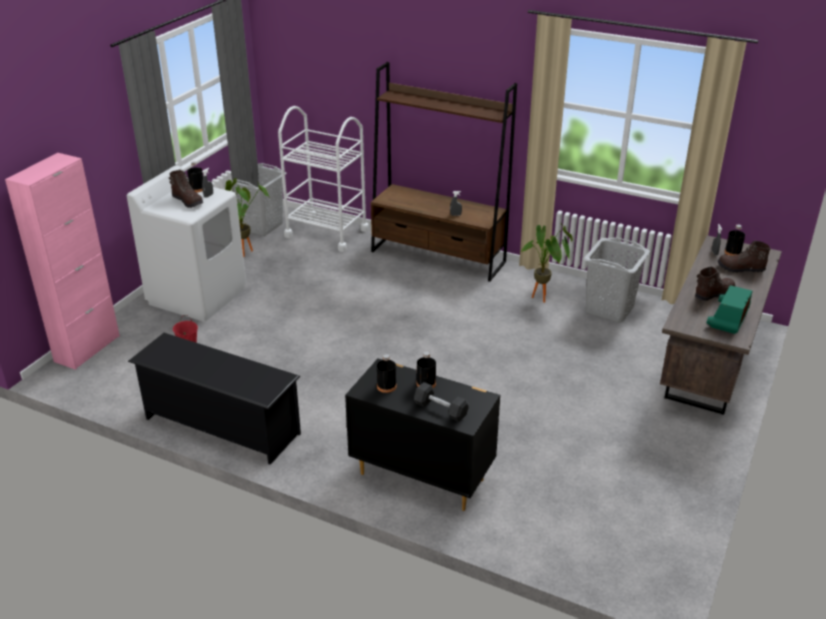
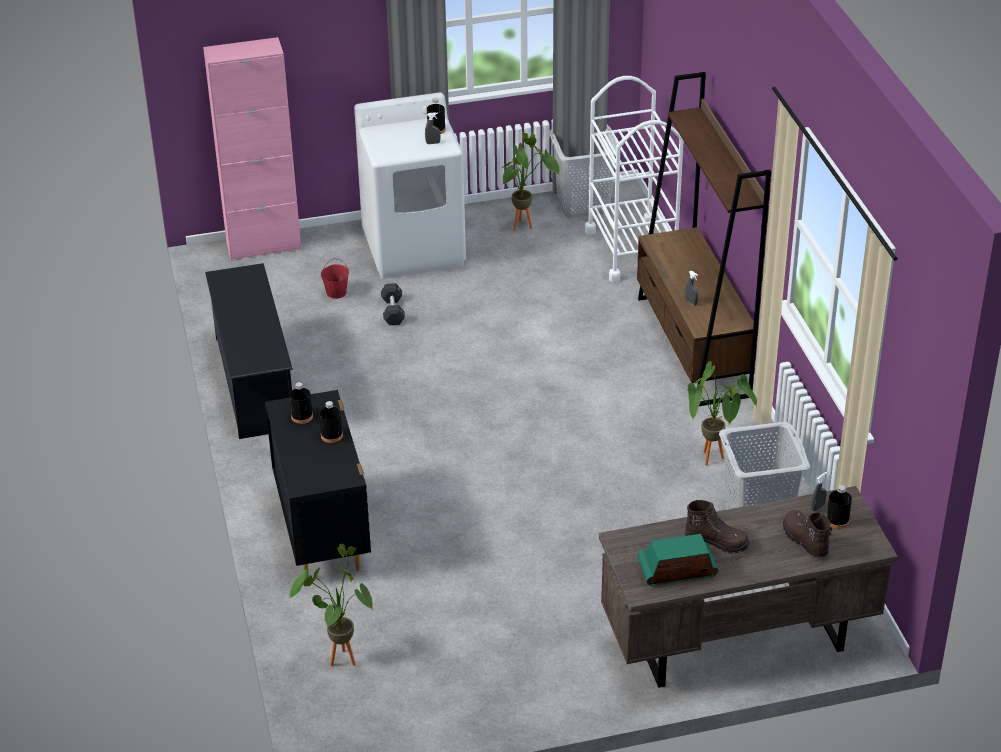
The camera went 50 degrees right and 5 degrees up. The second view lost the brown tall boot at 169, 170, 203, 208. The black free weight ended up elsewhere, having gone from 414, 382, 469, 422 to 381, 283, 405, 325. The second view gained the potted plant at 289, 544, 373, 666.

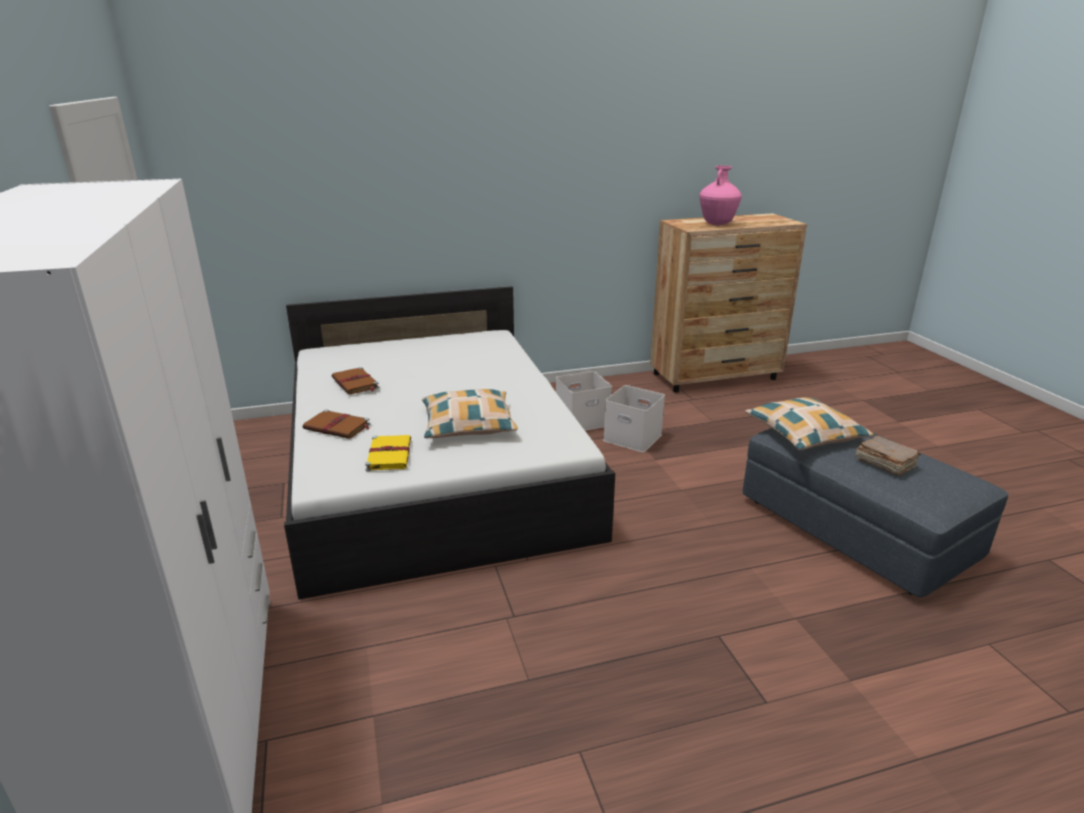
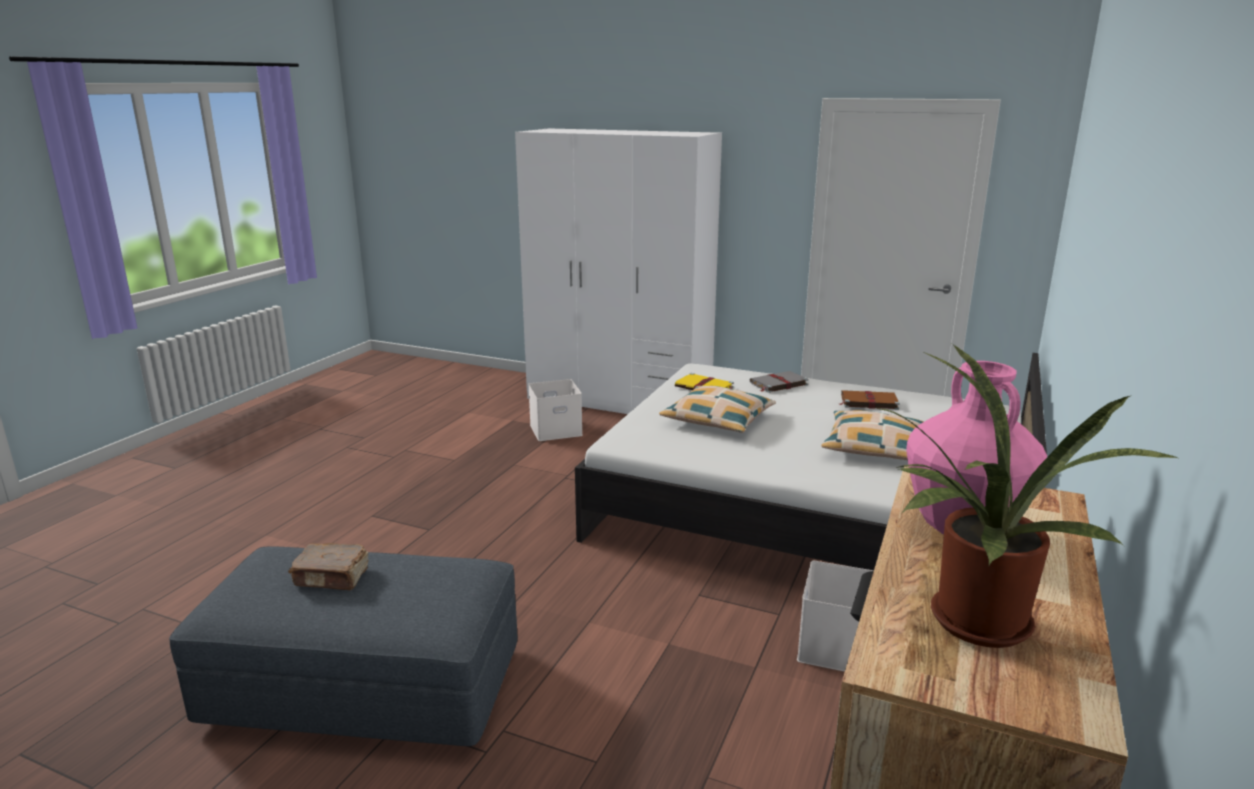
The camera went 130 degrees right and 5 degrees down. The whitish storage container ended up elsewhere, having gone from 603, 385, 665, 452 to 528, 379, 583, 441. The cushion ended up elsewhere, having gone from 745, 397, 874, 450 to 821, 410, 923, 460. What was the brown book at 303, 409, 370, 439 turned into the gray book at 750, 371, 808, 393. The second view gained the potted plant at 876, 344, 1180, 648.

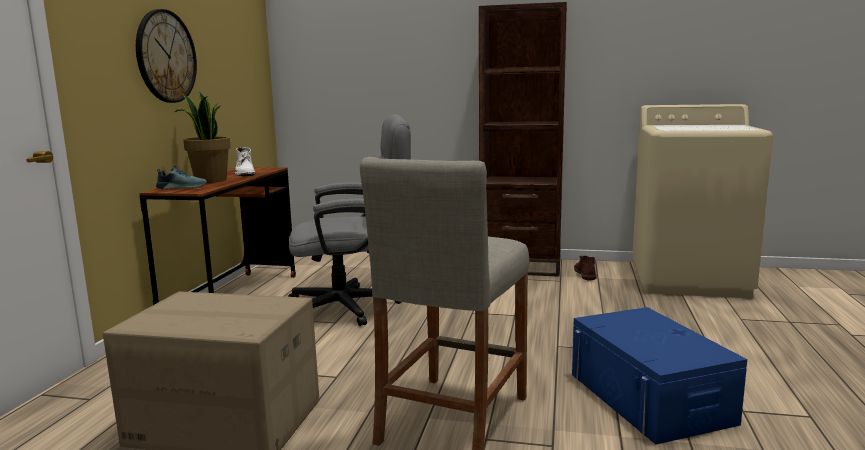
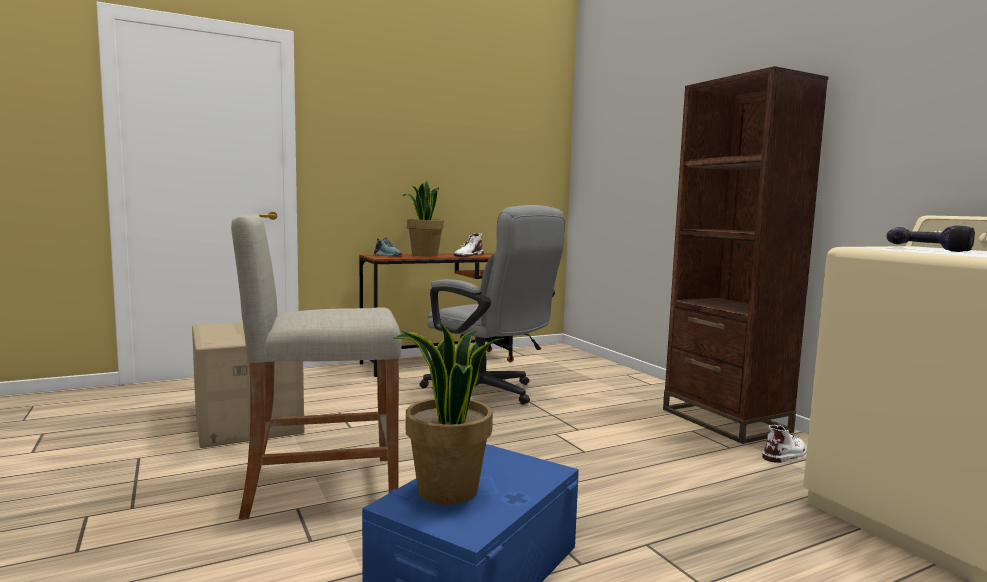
The camera went 50 degrees right and 5 degrees down. The second view lost the clock on the wall at 136, 9, 197, 103. What was the brown tall boot at 574, 255, 597, 280 turned into the whitish tall boot at 762, 425, 807, 463. The second view gained the electric drill at 886, 226, 975, 252. The second view gained the potted plant at 393, 322, 505, 505.

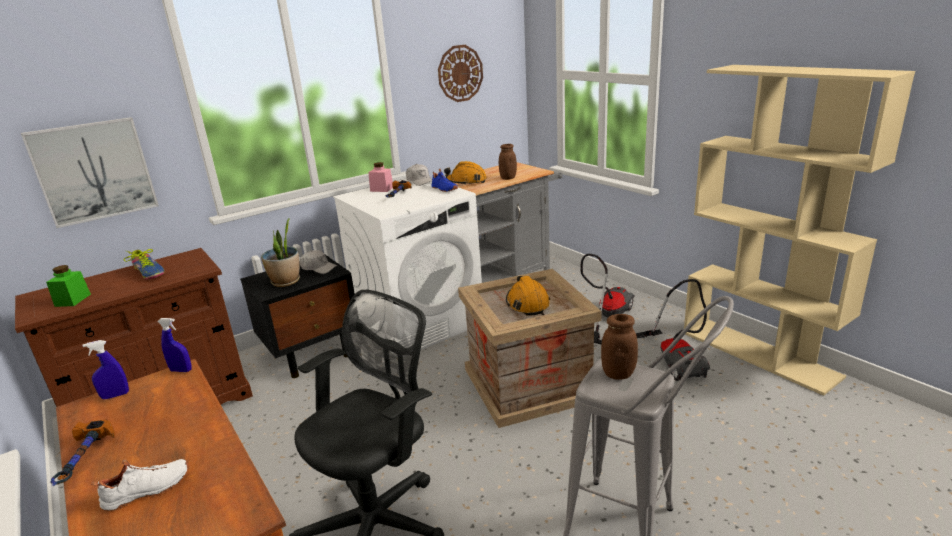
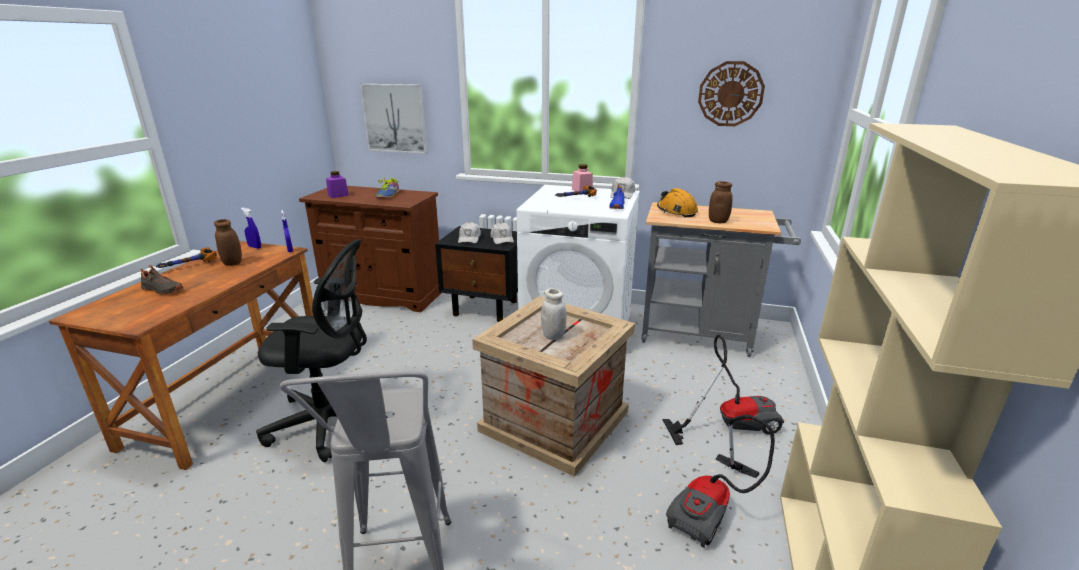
The camera went 50 degrees right and 0 degrees up. Where the potted plant stood at 261, 218, 300, 287, the whitish cap came to stand at 458, 222, 481, 243. What was the green-coloured preserve jar at 46, 265, 91, 307 turned into the purple-coloured preserve jar at 326, 171, 349, 198. Where the orangey safety helmet stood at 506, 276, 550, 316, the whitish preserve jar came to stand at 541, 288, 566, 340. The brown preserve jar ended up elsewhere, having gone from 601, 314, 638, 380 to 214, 219, 242, 266. What was the whitish shoe at 91, 459, 188, 511 turned into the black shoe at 140, 264, 183, 295.

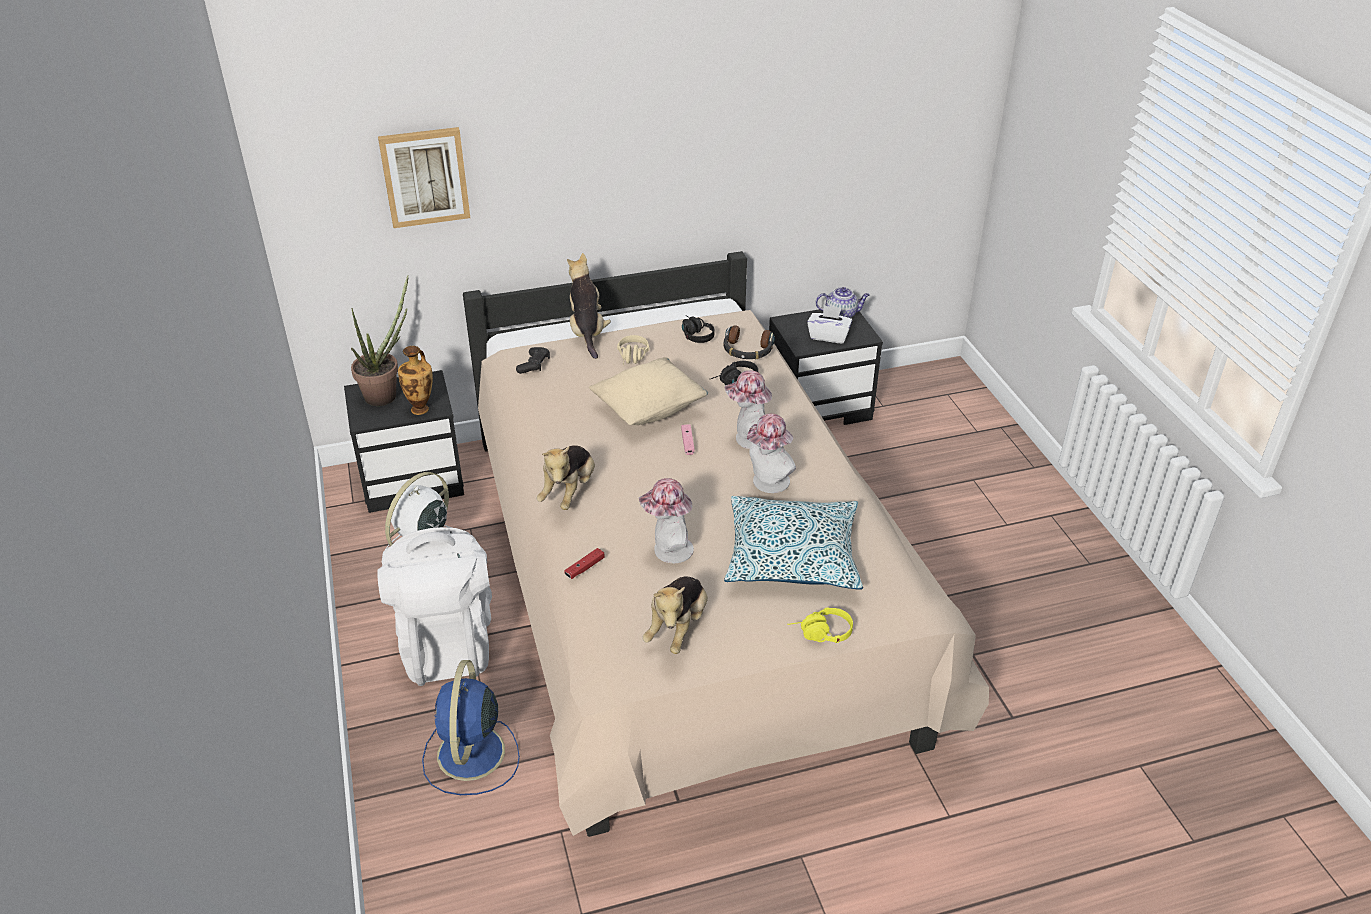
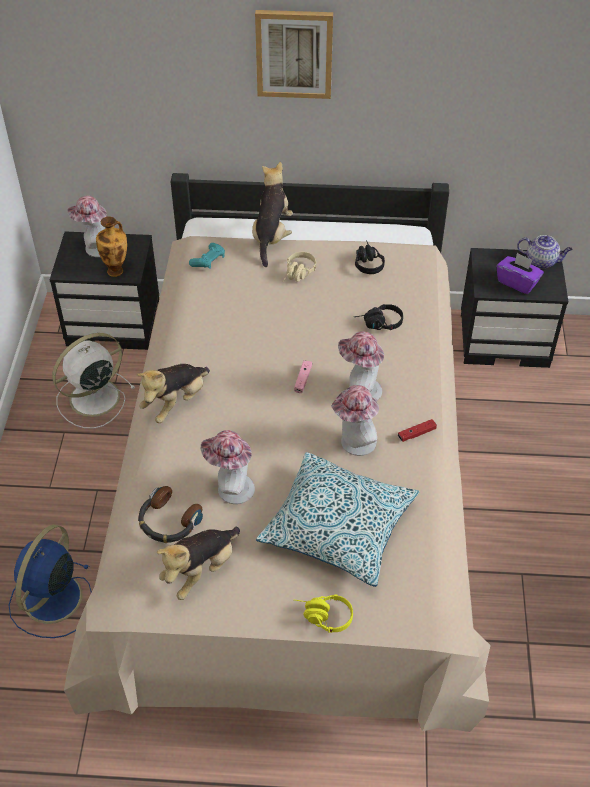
The camera went 20 degrees right and 10 degrees up. The wall picture ended up elsewhere, having gone from 378, 127, 470, 228 to 255, 10, 333, 99. Where the potted plant stood at 351, 275, 408, 406, the clothing hat came to stand at 67, 196, 107, 257. What was the whitish box of tissues at 807, 305, 852, 344 turned into the purple-coloured box of tissues at 497, 252, 544, 294. The pair of headphones ended up elsewhere, having gone from 724, 325, 775, 359 to 138, 486, 203, 543. What was the black gamepad at 516, 347, 550, 374 turned into the turquoise gamepad at 189, 243, 225, 269. The second view lost the beige cushion at 589, 357, 708, 425. The second view lost the whitish backpack at 377, 527, 492, 686. The reddish gamepad ended up elsewhere, having gone from 564, 548, 605, 579 to 398, 419, 437, 442.

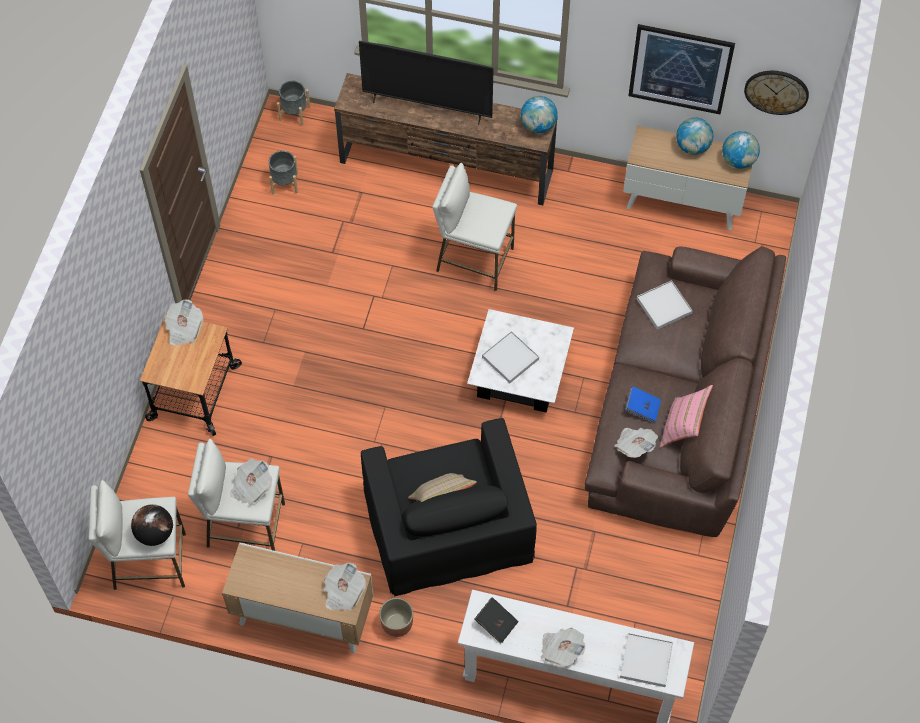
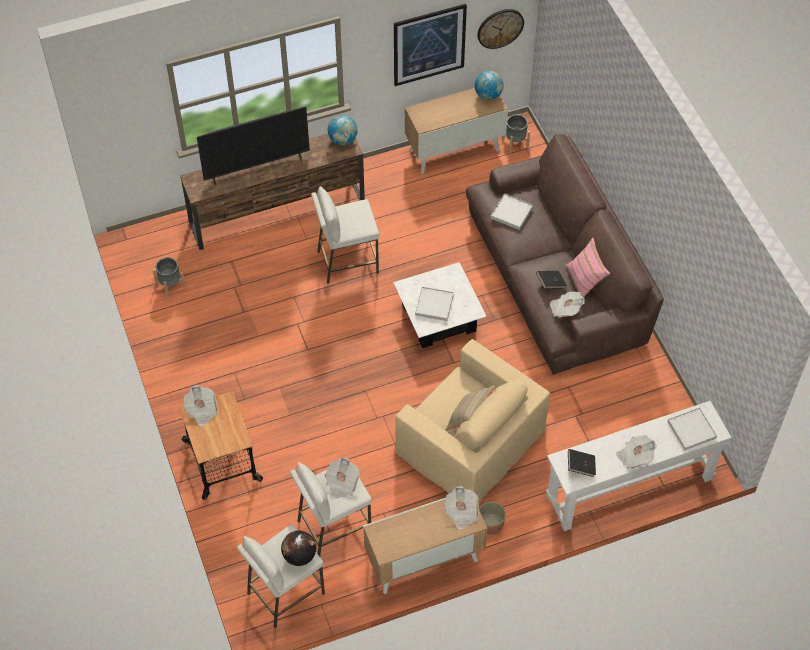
The camera went 35 degrees left and 5 degrees down. The gray flower pot ended up elsewhere, having gone from 277, 80, 310, 126 to 502, 114, 530, 152. The second view lost the globe at 676, 117, 713, 155. What was the bluish book at 625, 386, 661, 423 turned into the black book at 536, 271, 567, 289. What was the black lounge chair at 361, 418, 537, 596 turned into the beige lounge chair at 395, 339, 550, 503.

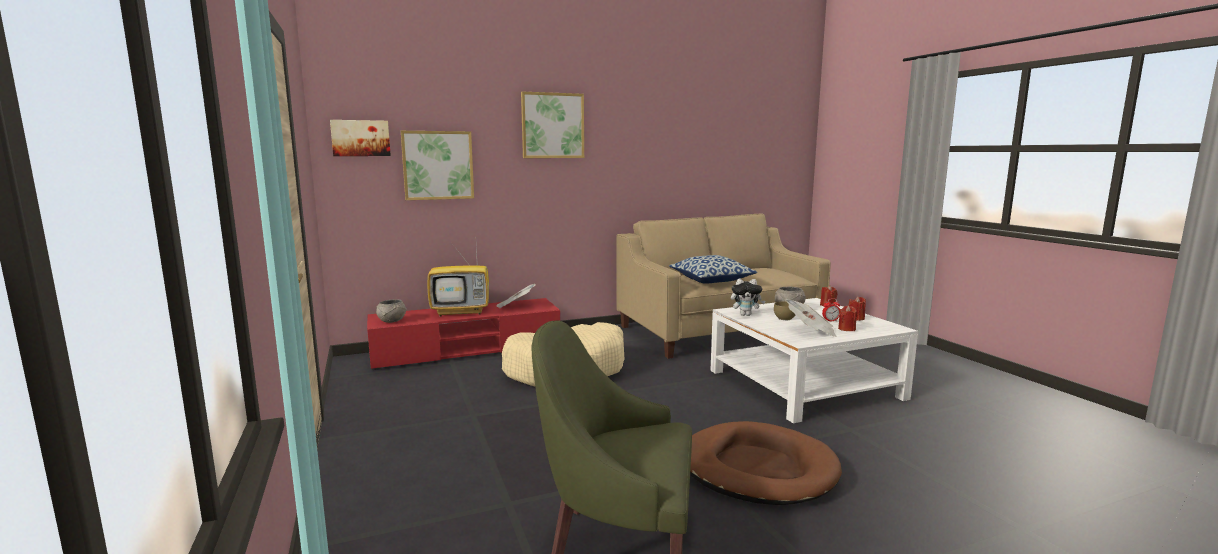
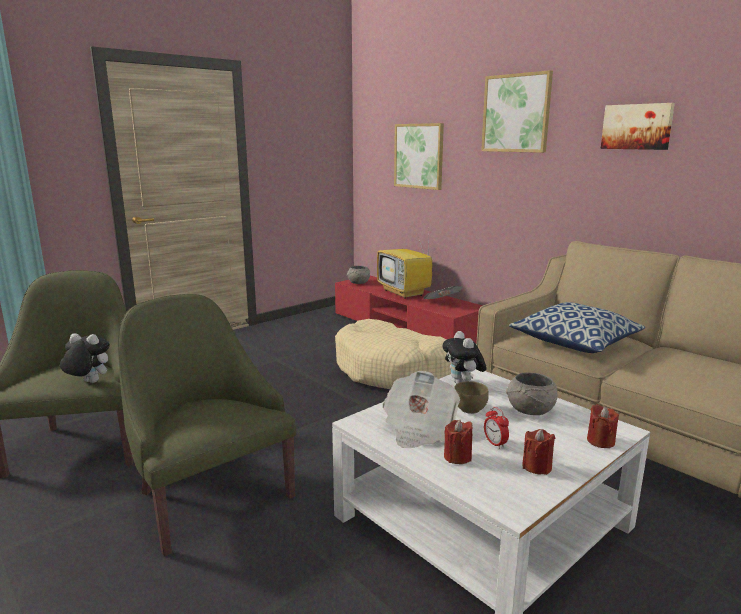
The camera went 70 degrees right and 5 degrees up. The wall picture ended up elsewhere, having gone from 330, 120, 391, 156 to 601, 103, 675, 150. Where the brown dog cushion stood at 690, 421, 842, 505, the green-coloured lounge chair came to stand at 118, 294, 296, 556. The second view gained the plush toy at 60, 333, 110, 383.

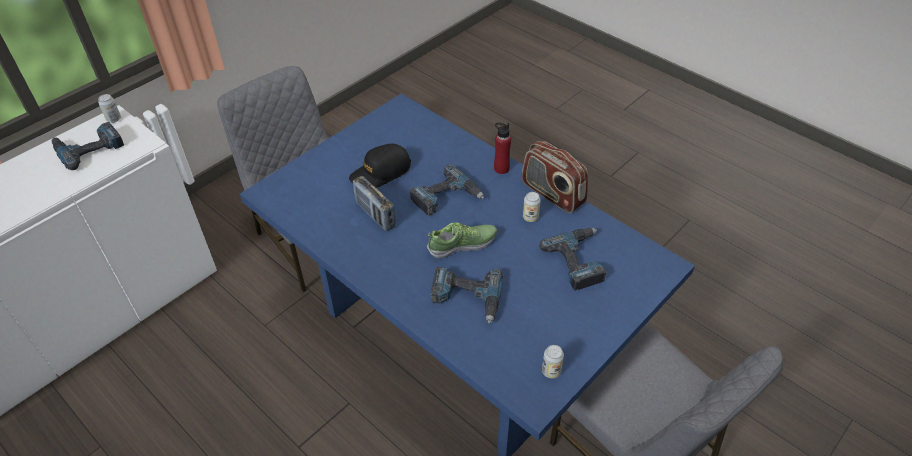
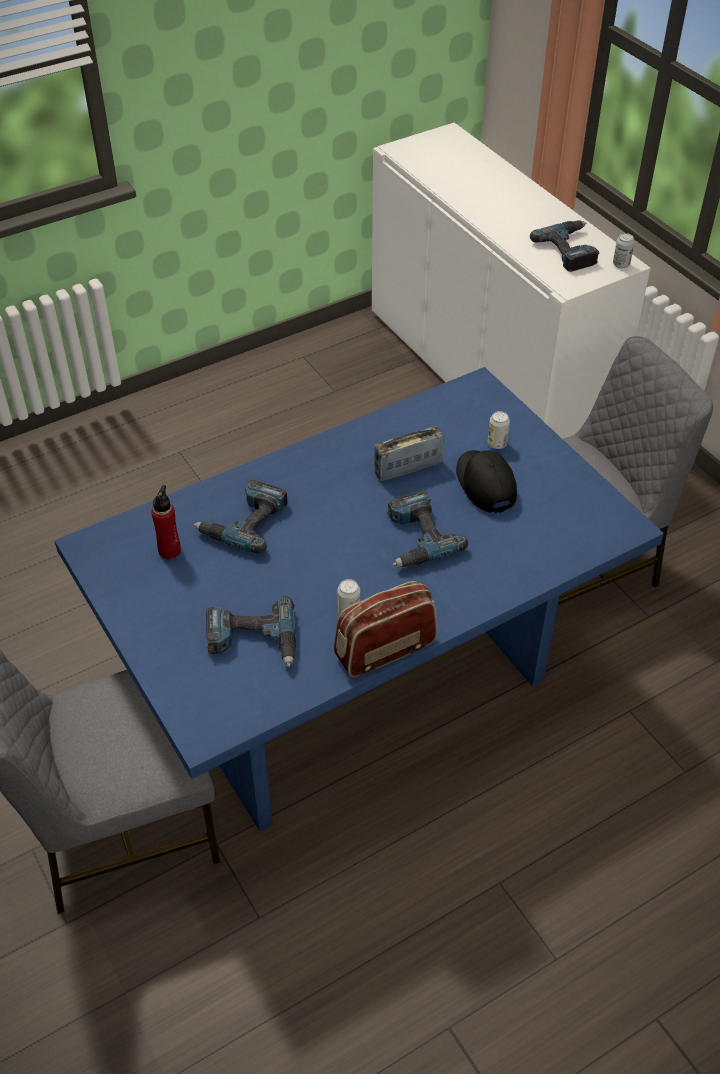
The camera went 105 degrees right and 0 degrees up. The reddish bottle ended up elsewhere, having gone from 494, 123, 511, 174 to 151, 485, 181, 559. The second view lost the shoe at 427, 222, 497, 259. The sealed can ended up elsewhere, having gone from 542, 345, 564, 378 to 488, 411, 510, 449.

